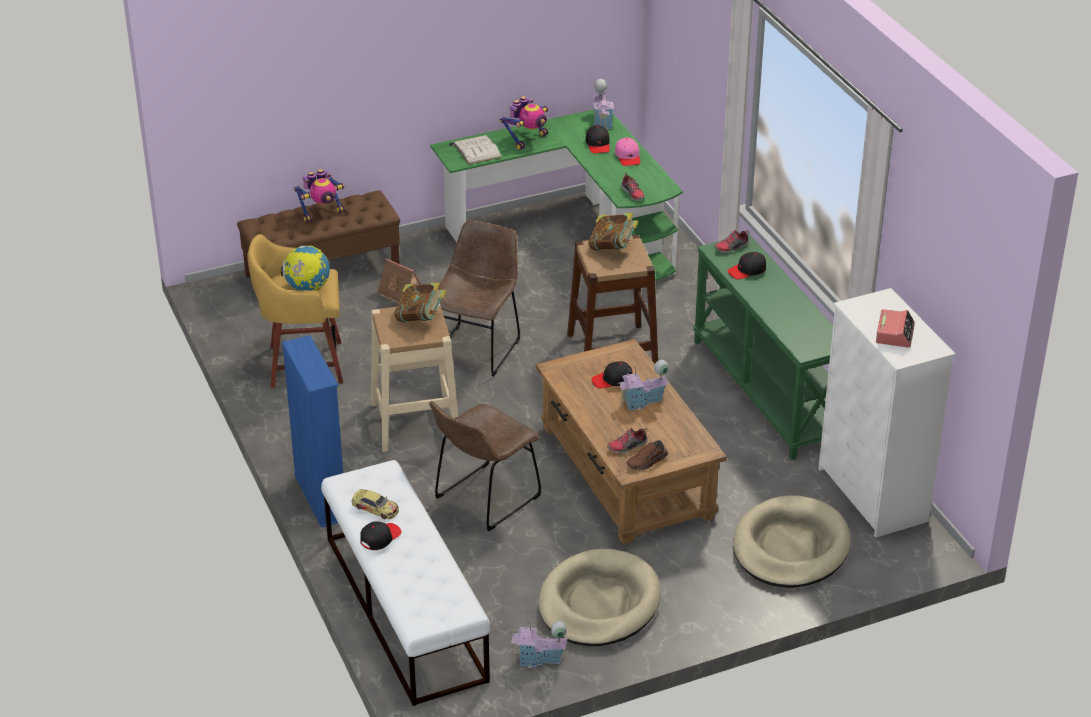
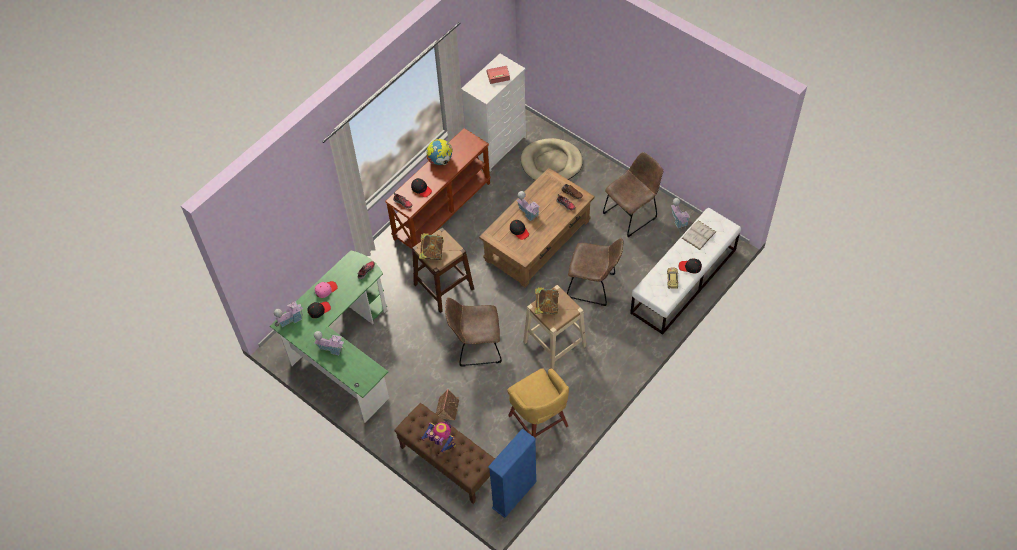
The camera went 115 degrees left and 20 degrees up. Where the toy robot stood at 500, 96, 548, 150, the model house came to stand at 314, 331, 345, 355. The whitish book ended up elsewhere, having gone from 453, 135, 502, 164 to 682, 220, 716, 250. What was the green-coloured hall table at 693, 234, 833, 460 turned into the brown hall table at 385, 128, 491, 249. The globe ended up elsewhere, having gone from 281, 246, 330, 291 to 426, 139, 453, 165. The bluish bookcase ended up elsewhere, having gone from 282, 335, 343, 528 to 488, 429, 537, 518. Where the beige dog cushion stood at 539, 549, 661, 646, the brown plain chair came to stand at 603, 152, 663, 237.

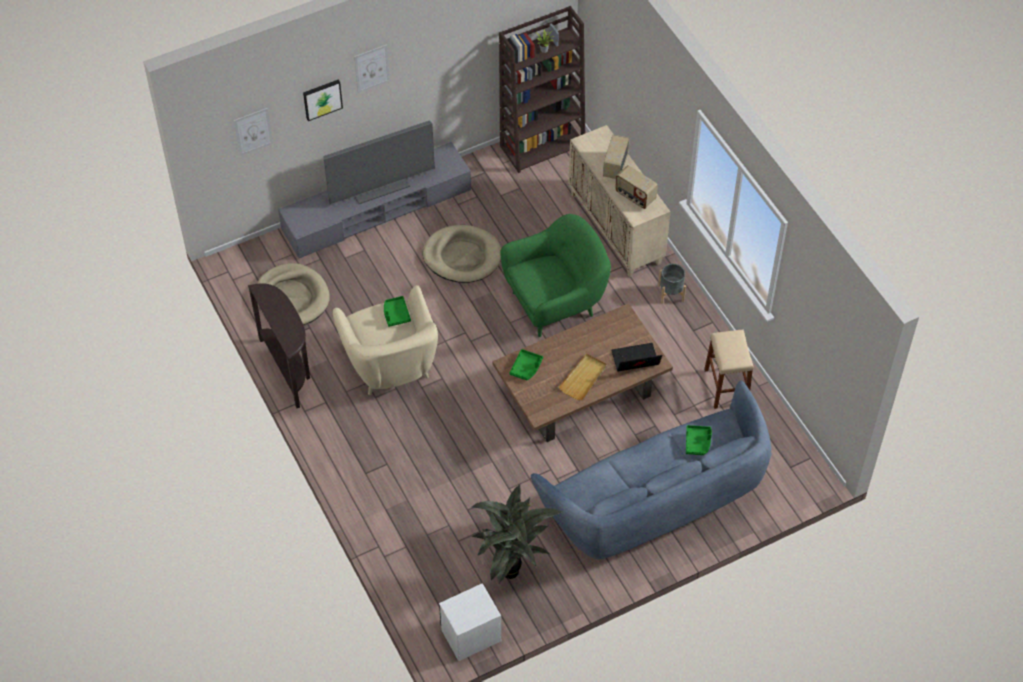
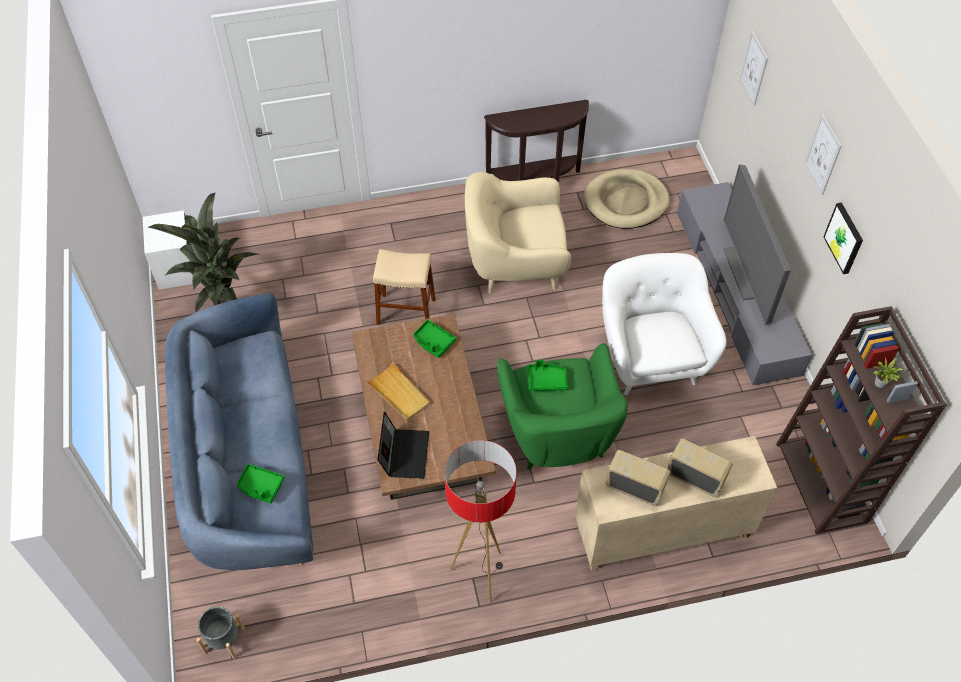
The camera went 105 degrees right and 0 degrees up. The wall picture ended up elsewhere, having gone from 303, 79, 343, 121 to 823, 202, 863, 274. The radio at 615, 165, 658, 209 ended up facing another way, 60 degrees clockwise from before. Where the beige dog cushion stood at 423, 225, 501, 283, the whitish lounge chair came to stand at 602, 253, 726, 395. The gray flower pot ended up elsewhere, having gone from 658, 264, 686, 304 to 196, 606, 245, 659. The green-coloured tray ended up elsewhere, having gone from 384, 296, 411, 327 to 528, 360, 568, 391. The beige stool seat ended up elsewhere, having gone from 704, 330, 754, 409 to 373, 249, 435, 325. The second view gained the floor lamp at 444, 440, 517, 603.

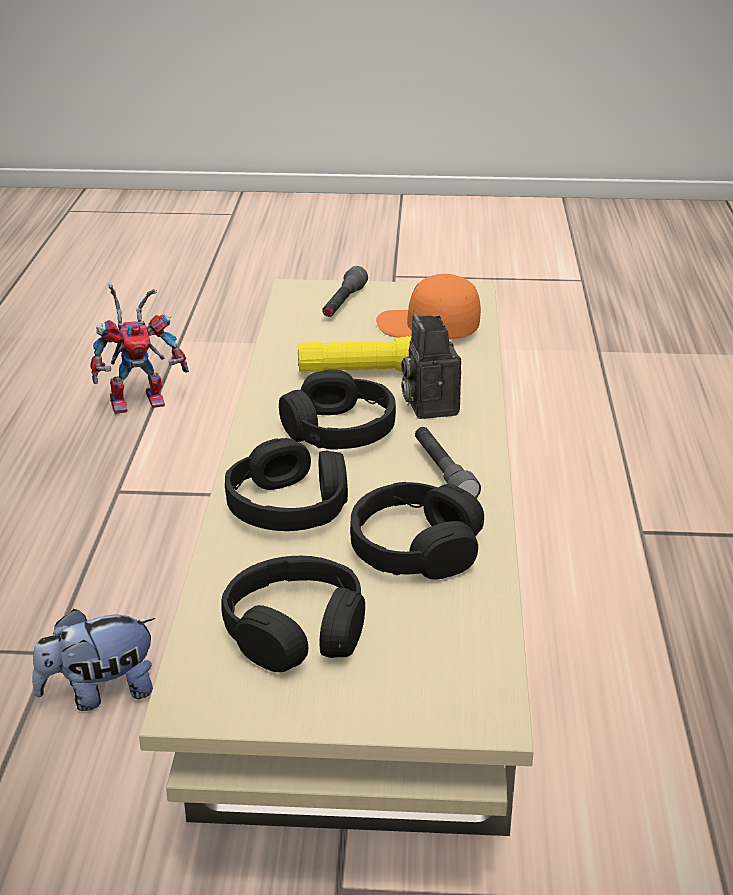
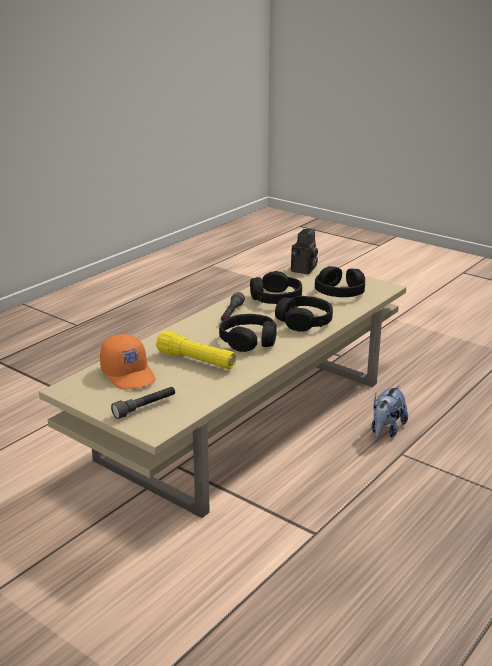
The camera went 145 degrees left and 5 degrees down. The second view lost the toy robot at 90, 284, 189, 414. The still camera ended up elsewhere, having gone from 401, 314, 461, 419 to 291, 229, 318, 274. The plush toy at 32, 609, 155, 711 ended up facing another way, 105 degrees clockwise from before.

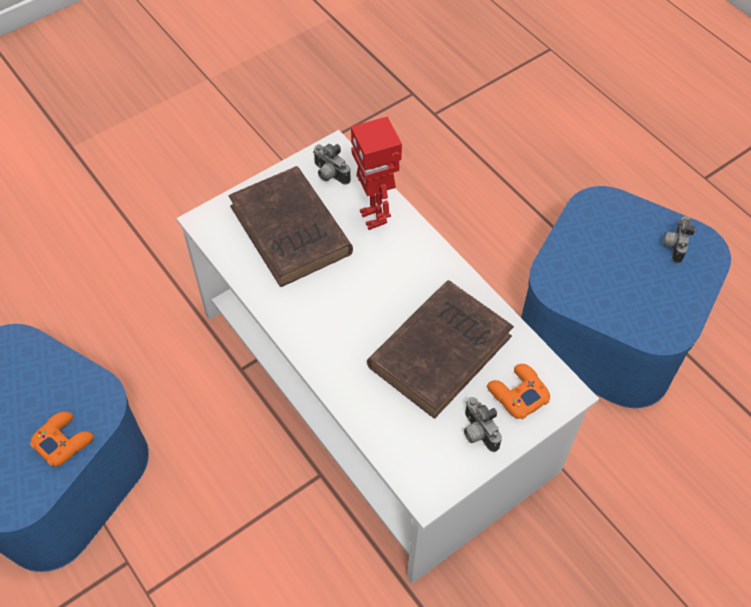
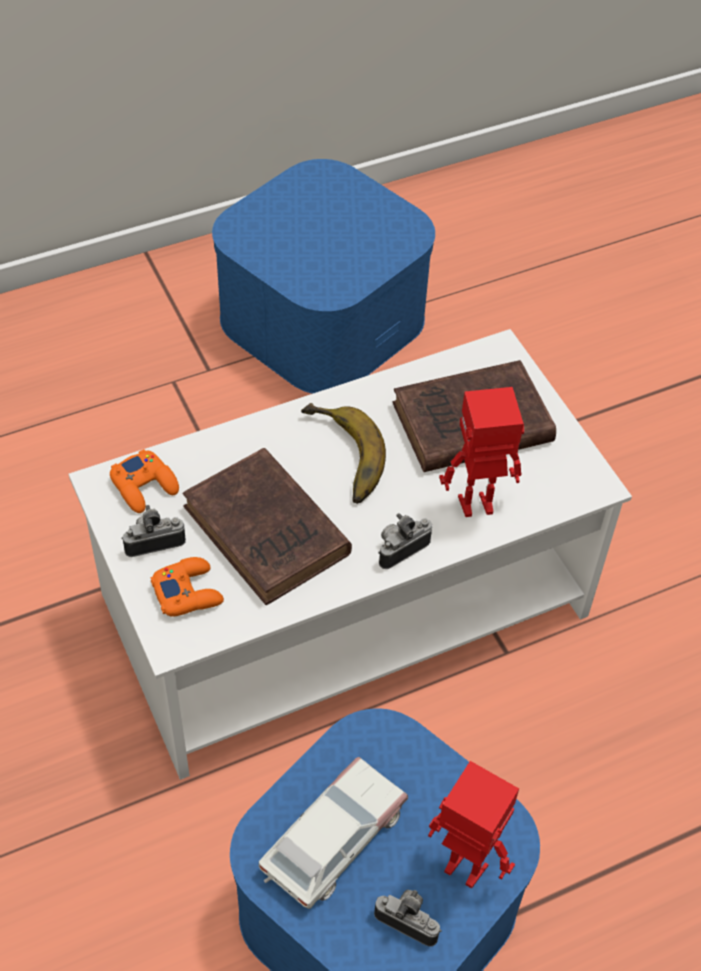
The camera went 100 degrees right and 5 degrees down. The still camera ended up elsewhere, having gone from 313, 144, 351, 185 to 378, 513, 432, 569. The orangey gamepad ended up elsewhere, having gone from 29, 411, 94, 467 to 110, 449, 179, 513. The second view gained the banana at 301, 403, 386, 504. The second view gained the model car at 259, 757, 408, 909. The second view gained the toy robot at 428, 761, 519, 888.

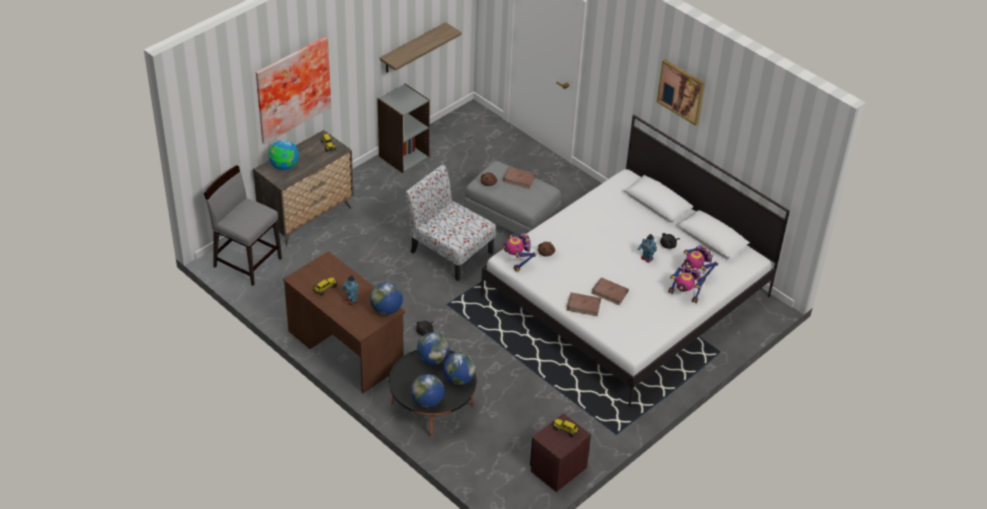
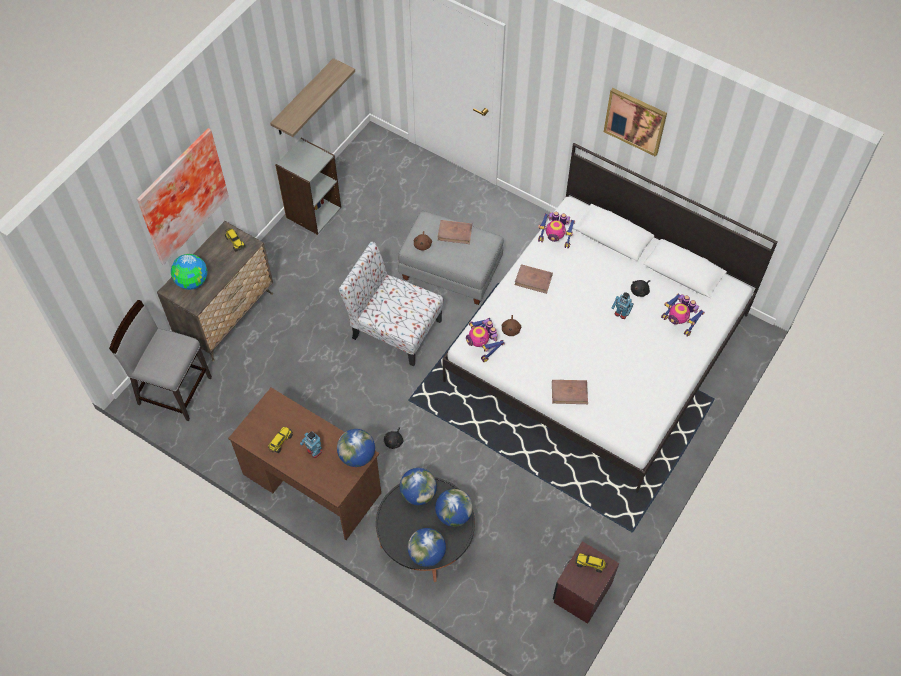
The camera went 10 degrees left and 15 degrees up. The toy robot ended up elsewhere, having gone from 668, 265, 706, 303 to 538, 212, 575, 249. The brown book ended up elsewhere, having gone from 592, 277, 629, 305 to 514, 264, 553, 294.

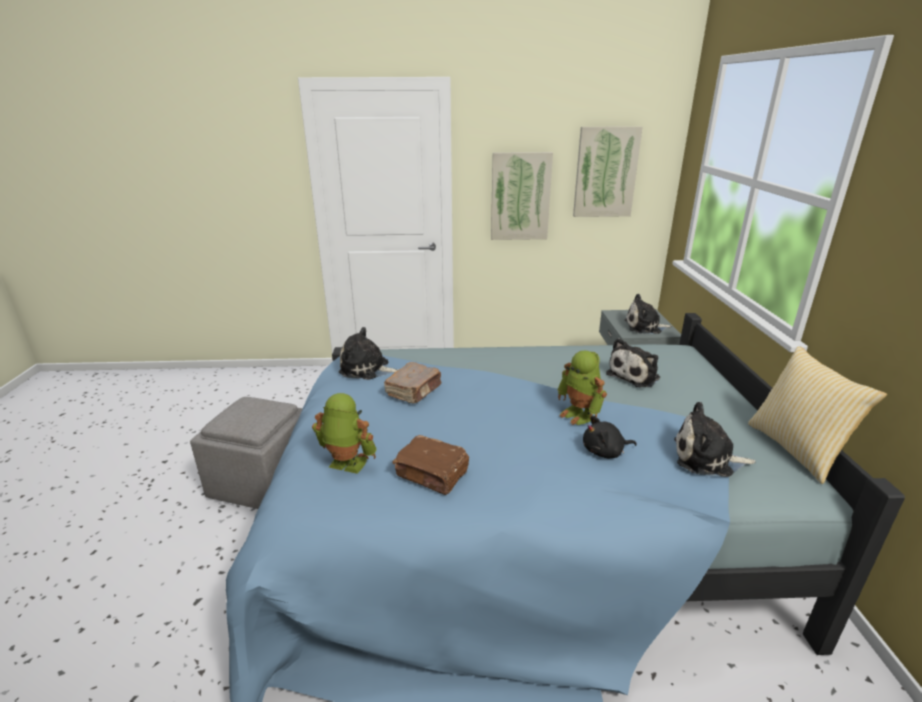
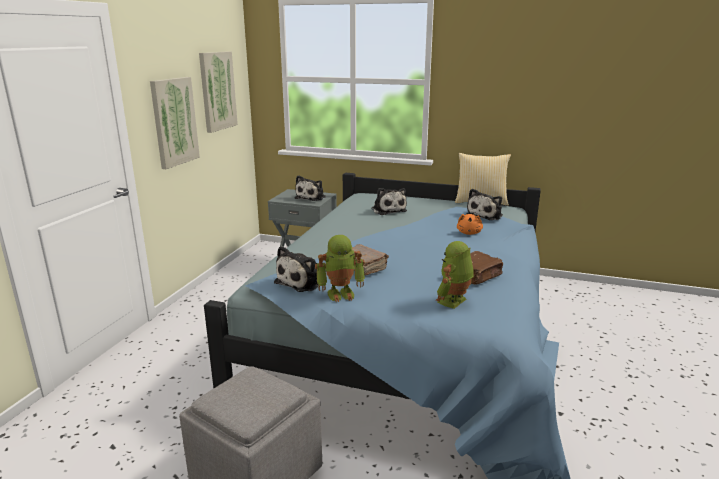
The camera went 70 degrees left and 5 degrees down. The toy robot ended up elsewhere, having gone from 557, 350, 607, 425 to 315, 235, 365, 302. What was the black plush toy at 583, 416, 637, 458 turned into the orangey plush toy at 457, 214, 483, 235.

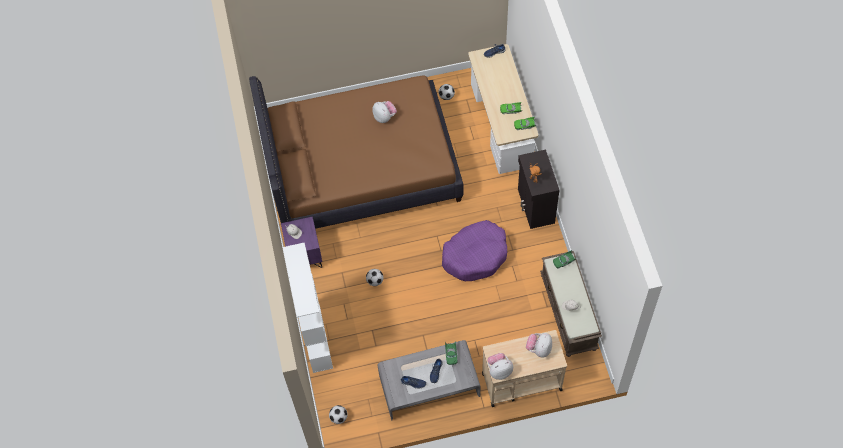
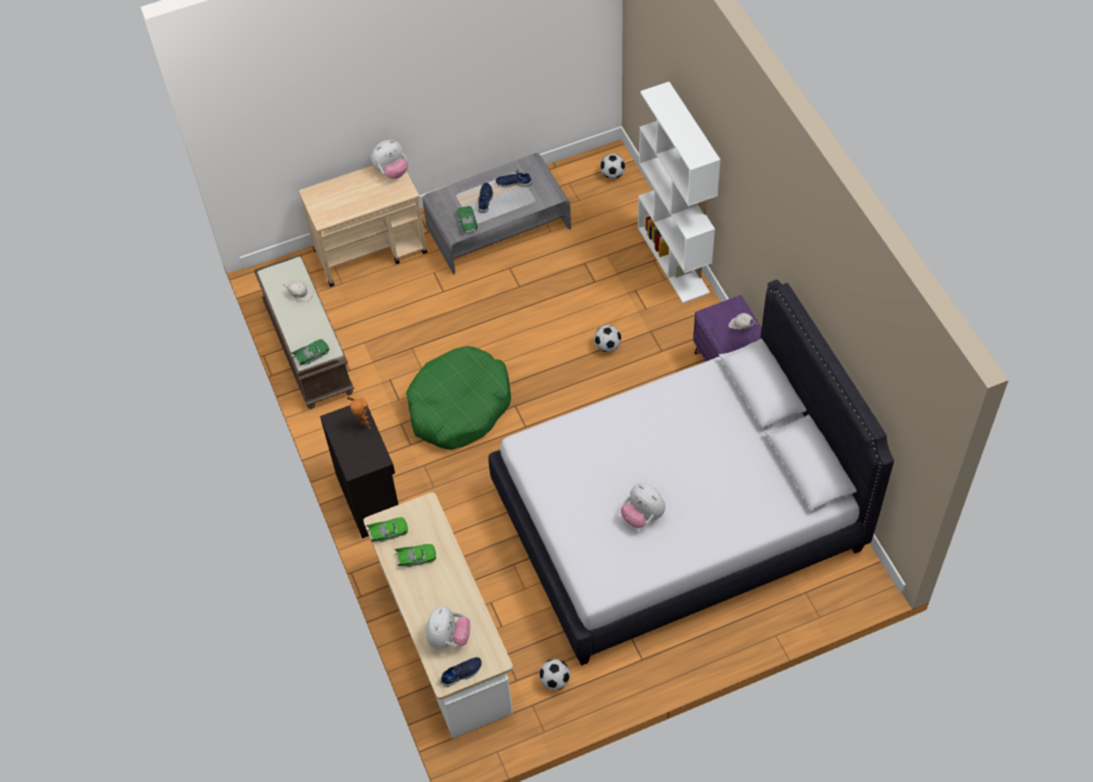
The camera went 170 degrees right and 5 degrees down. What was the brown sleeping bed at 249, 76, 464, 229 turned into the whitish sleeping bed at 488, 280, 894, 666. What was the purple-coloured dog cushion at 442, 220, 507, 281 turned into the green-coloured dog cushion at 406, 346, 511, 450. The plush toy ended up elsewhere, having gone from 526, 333, 552, 357 to 426, 606, 470, 649.

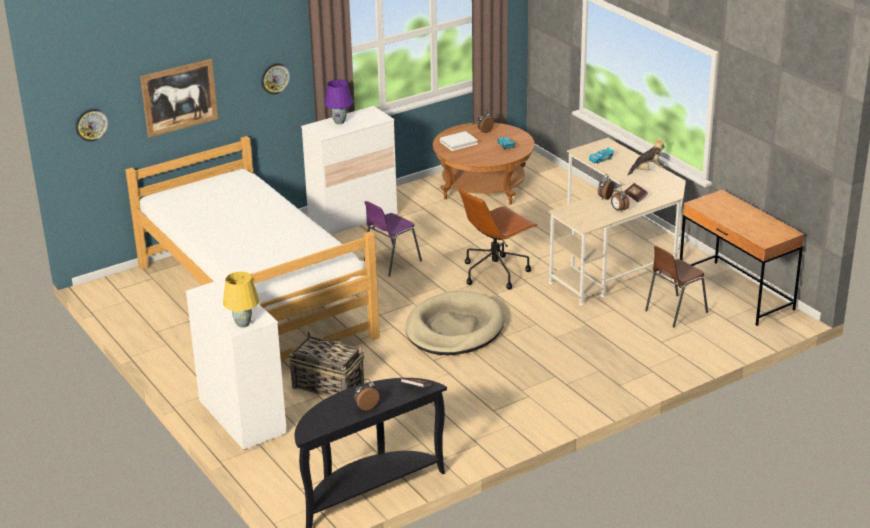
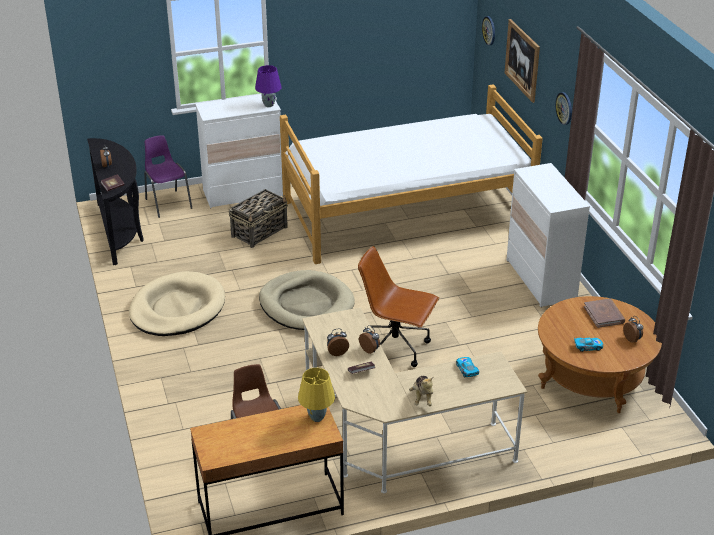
The camera went 105 degrees right and 5 degrees up. The purple-coloured tabletop lamp ended up elsewhere, having gone from 325, 80, 353, 124 to 255, 65, 282, 107. What was the whitish book at 440, 131, 478, 151 turned into the brown book at 584, 298, 625, 328. The brown computer chair at 459, 187, 538, 289 ended up facing another way, 45 degrees counterclockwise from before. The purple-coloured plain chair ended up elsewhere, having gone from 364, 201, 422, 277 to 144, 135, 192, 218. The yellowish tabletop lamp ended up elsewhere, having gone from 223, 272, 259, 328 to 298, 368, 335, 422. The second view gained the beige dog cushion at 129, 271, 225, 336.

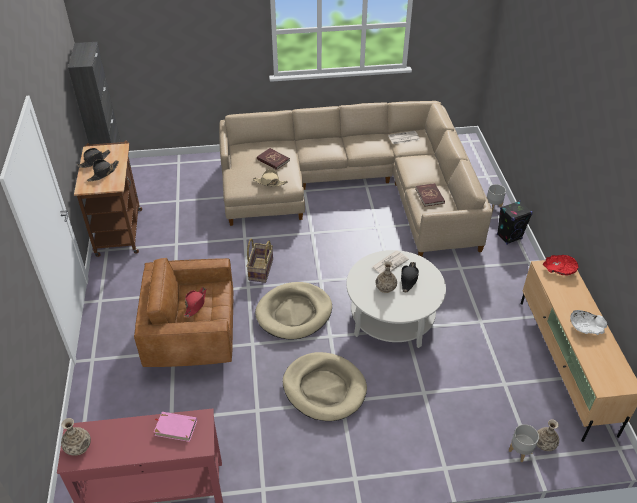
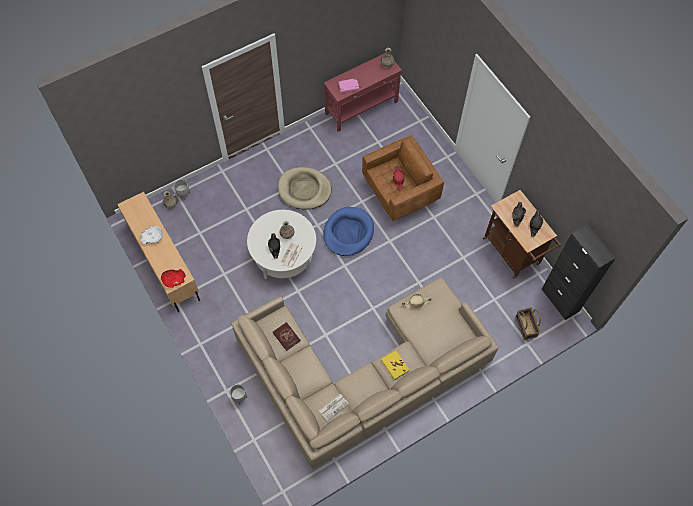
The camera went 155 degrees right and 20 degrees up. The second view lost the reddish book at 257, 148, 290, 170. The second view lost the black loudspeaker at 497, 200, 533, 244. The basket ended up elsewhere, having gone from 246, 238, 273, 283 to 515, 308, 541, 340. What was the beige dog cushion at 255, 282, 332, 340 turned into the bluish dog cushion at 323, 207, 374, 256. The second view gained the yellowish book at 381, 351, 409, 380.

